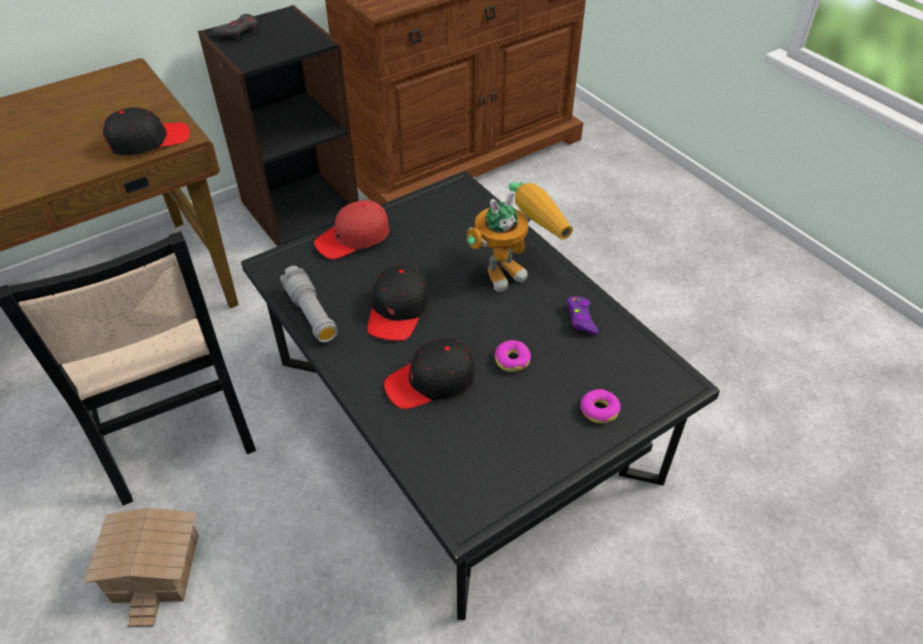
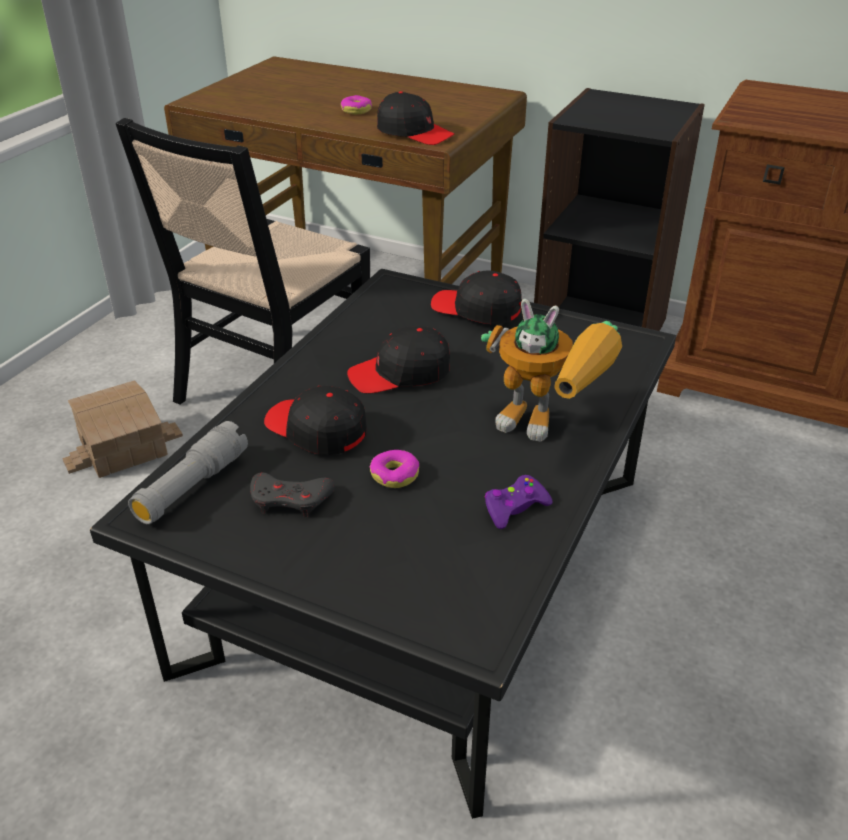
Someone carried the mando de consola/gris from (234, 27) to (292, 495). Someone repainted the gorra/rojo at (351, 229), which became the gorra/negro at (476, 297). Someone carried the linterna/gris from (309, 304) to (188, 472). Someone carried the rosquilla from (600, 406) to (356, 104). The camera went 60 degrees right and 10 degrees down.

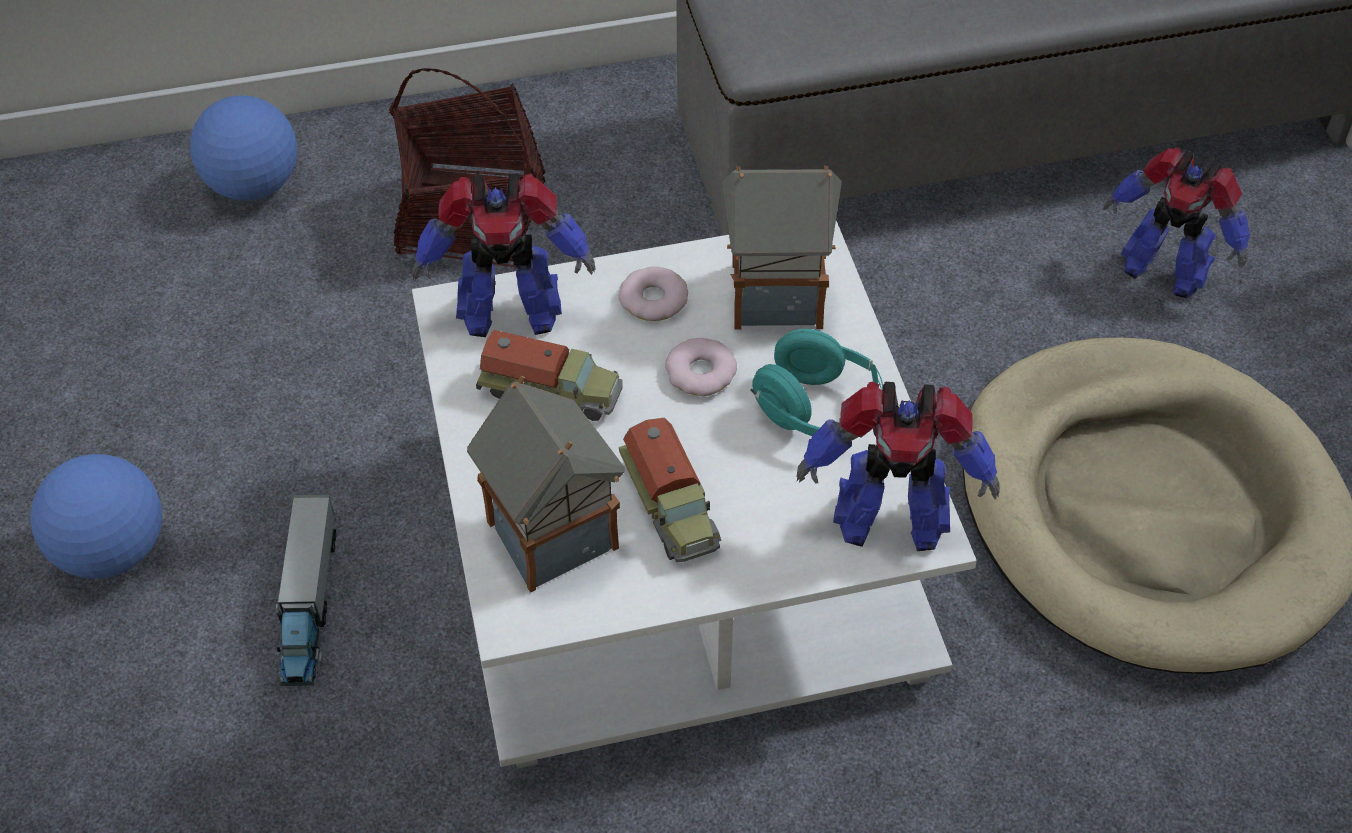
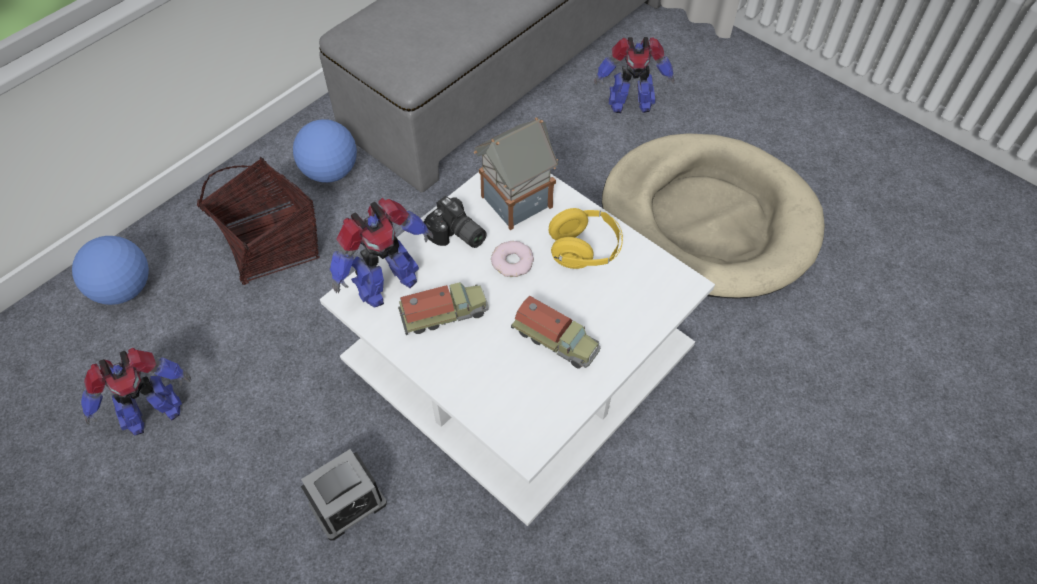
Someone swapped the rosquilla at (653, 294) for the cámara at (455, 222). Someone repainted the auriculares/turquesa at (816, 382), which became the auriculares/amarillo at (585, 238). Someone took away the casita at (546, 484). Someone carried the robot de juguete from (898, 466) to (136, 391). Someone carried the balón de fútbol from (96, 516) to (325, 151). Someone swapped the camión de juguete at (306, 590) for the despertador at (344, 495). The camera went 35 degrees left and 5 degrees up.

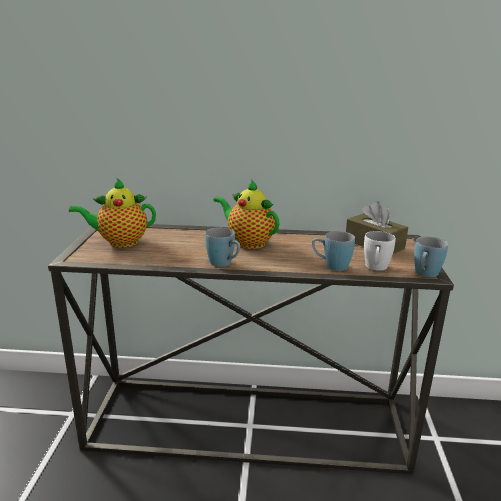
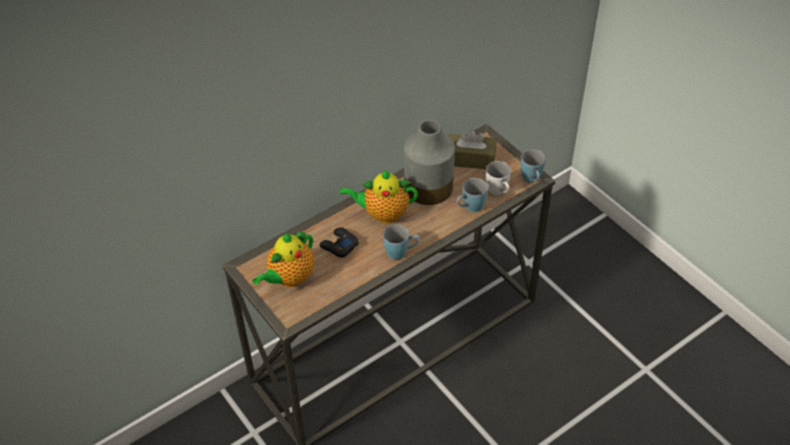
Someone put down the florero/gris at (429, 162). Someone put down the mando de consola/negro at (339, 242). The camera went 40 degrees left and 25 degrees up.

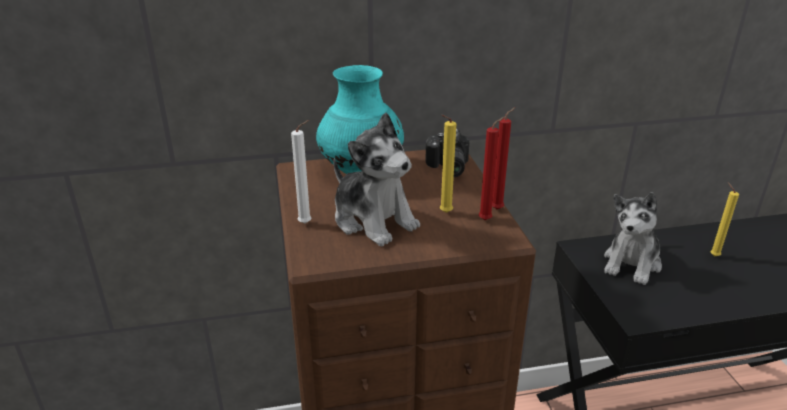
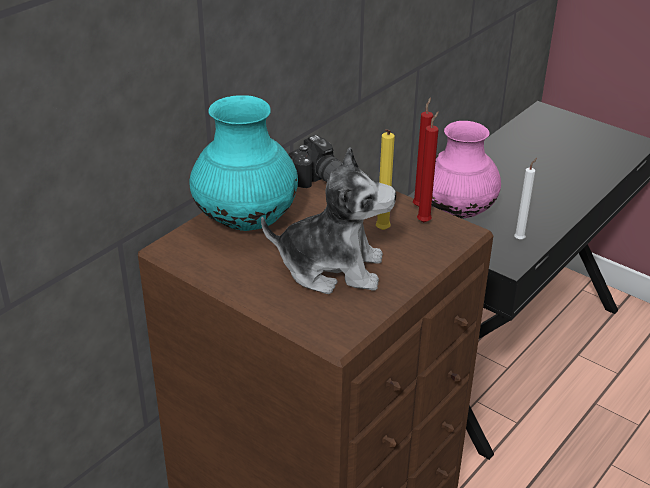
Someone carried the vela/blanco from (301, 172) to (525, 199). Someone took away the vela/amarillo at (724, 219). Someone swapped the peluche at (633, 238) for the florero/rosa at (466, 169). The camera went 40 degrees left and 5 degrees up.

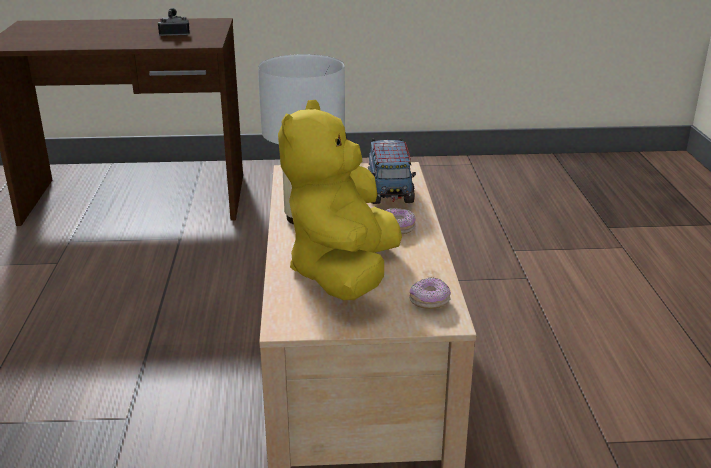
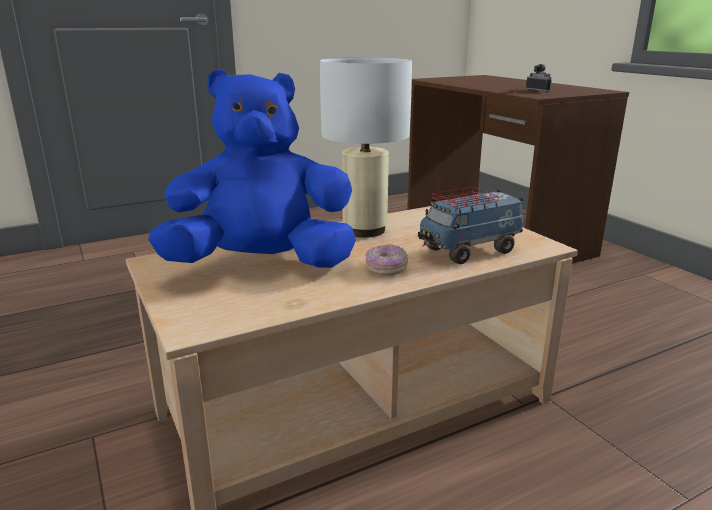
Someone repainted the peluche/amarillo at (340, 200), which became the peluche/azul at (252, 168). Someone took away the rosquilla at (430, 293). The camera went 65 degrees right and 5 degrees down.

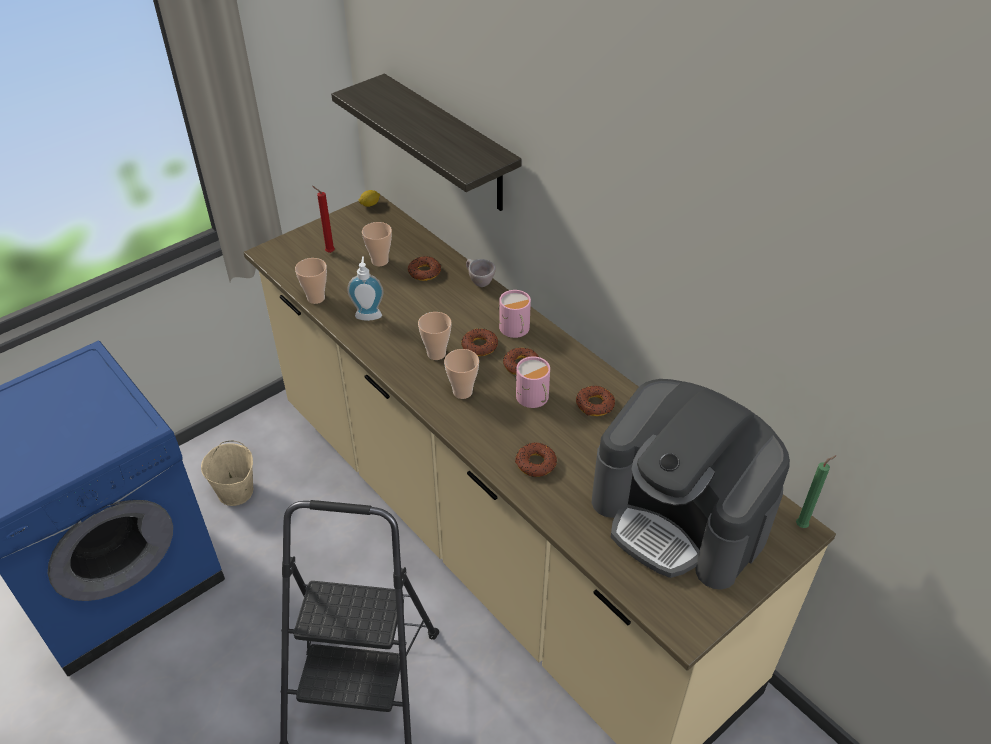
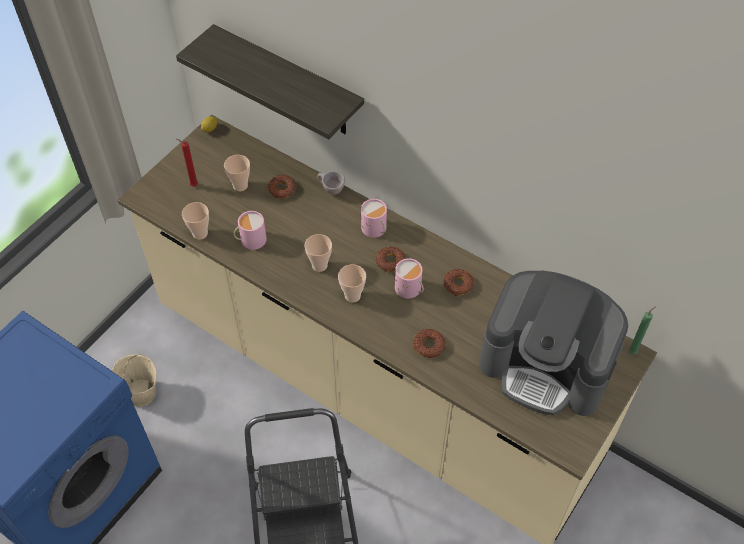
Someone swapped the dispensador de jabón at (365, 288) for the taza grande/rosa at (250, 230). Someone took away the rosquilla at (479, 342). The camera went 15 degrees left and 10 degrees up.

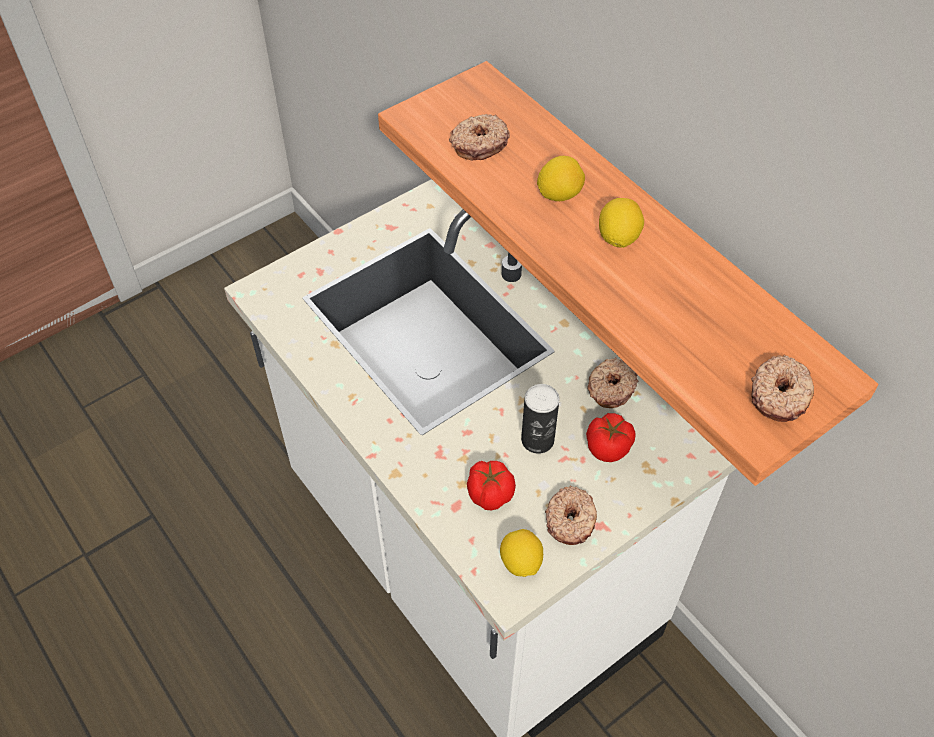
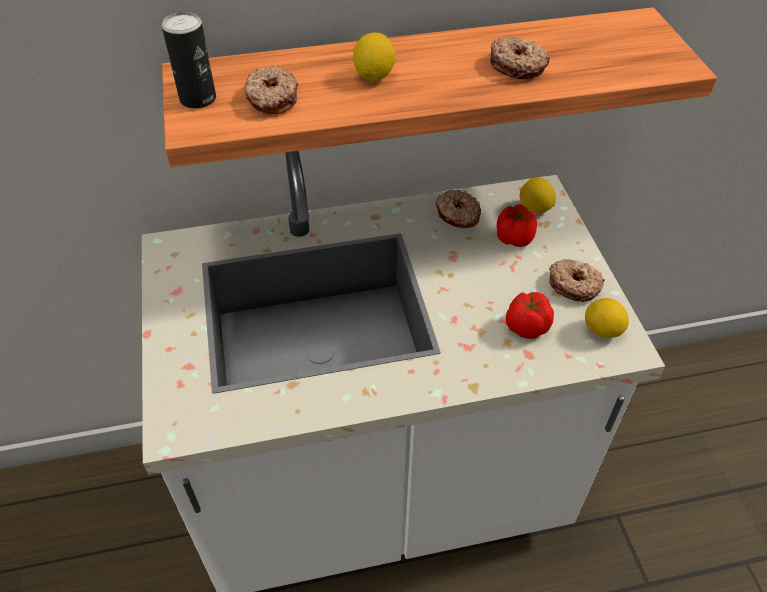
Someone carried the limón from (621, 223) to (538, 195). Someone carried the rosquilla from (782, 388) to (520, 57). Someone carried the lata from (540, 419) to (189, 60). The camera went 65 degrees left and 5 degrees down.

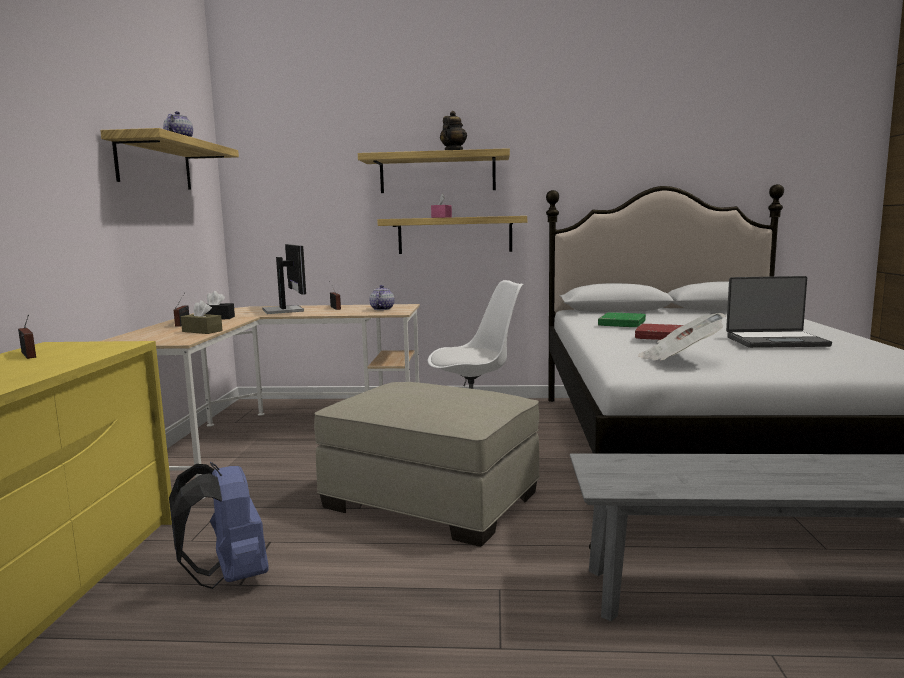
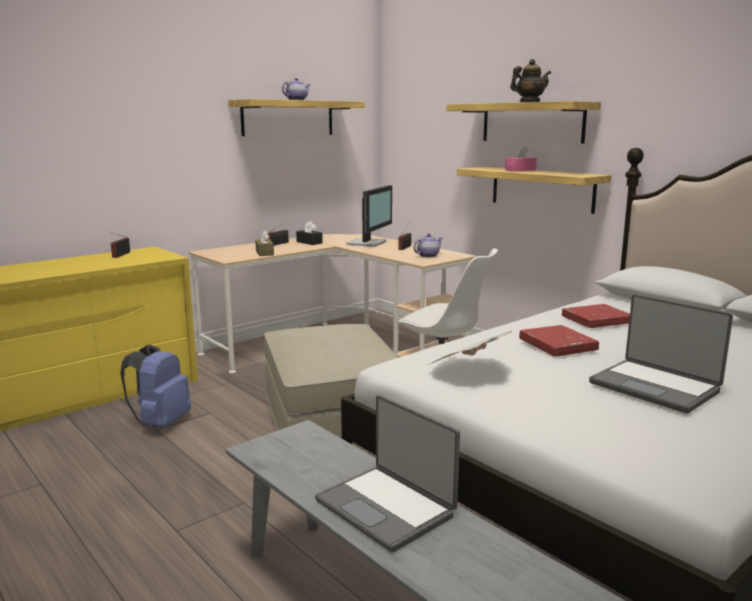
Someone repainted the libro/verde at (622, 319), which became the libro/rojo at (596, 316). Someone put down the portátil at (387, 474). The camera went 45 degrees right and 5 degrees up.

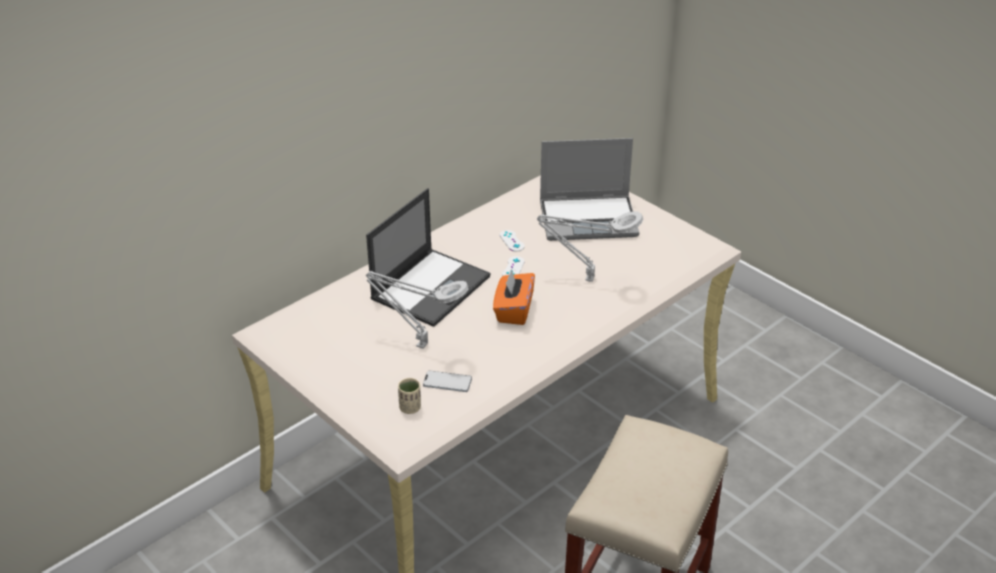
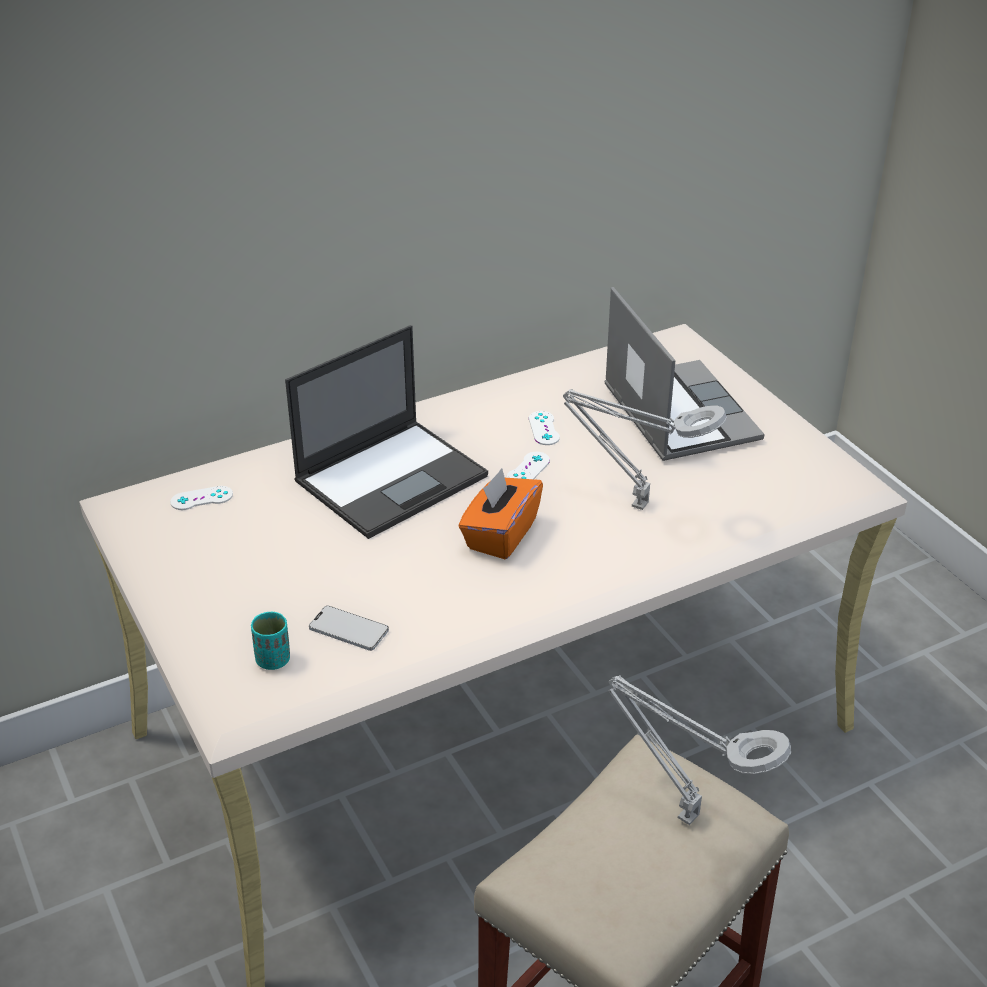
Someone rotated the portátil at (589, 189) by 120 degrees counterclockwise. Someone carried the lámpara de mesa/gris from (417, 310) to (700, 750). Someone repainted the taza/beis at (409, 396), which became the taza/turquesa at (270, 641). Someone put down the mando de consola/blanco at (201, 498). The camera went 15 degrees right and 0 degrees up.

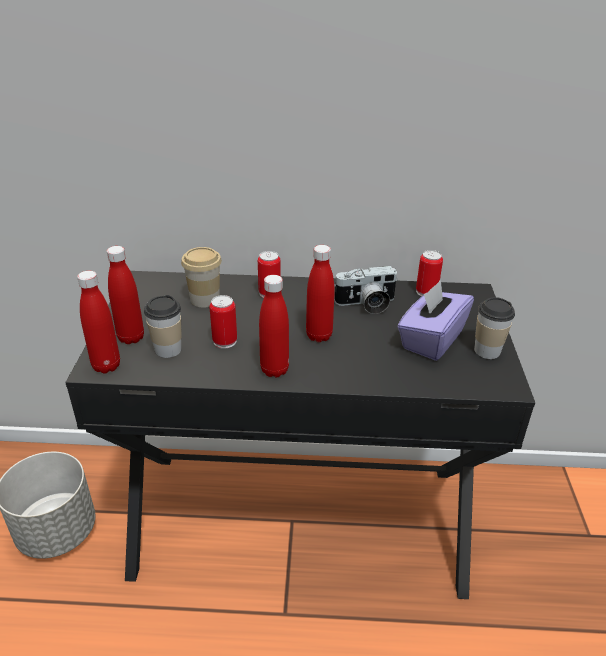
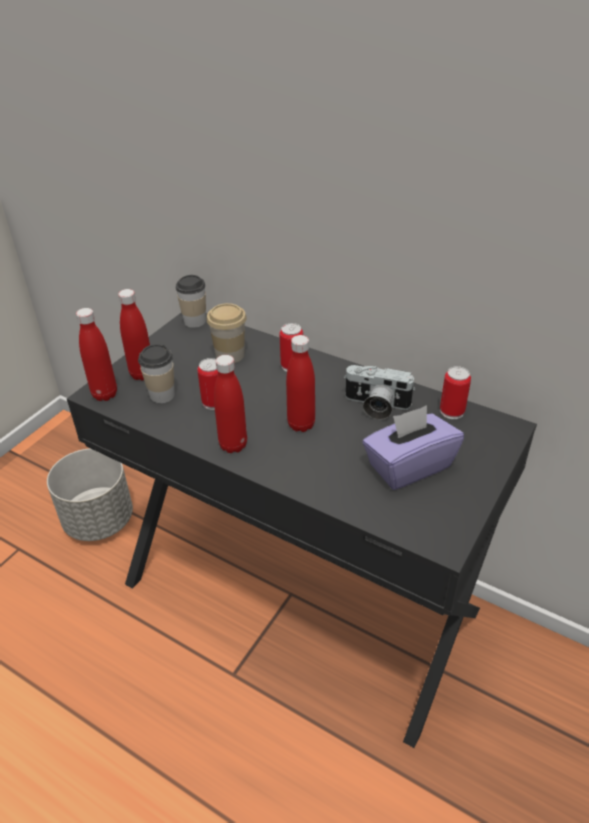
Someone carried the taza from (494, 328) to (190, 301). The camera went 30 degrees right and 5 degrees up.

